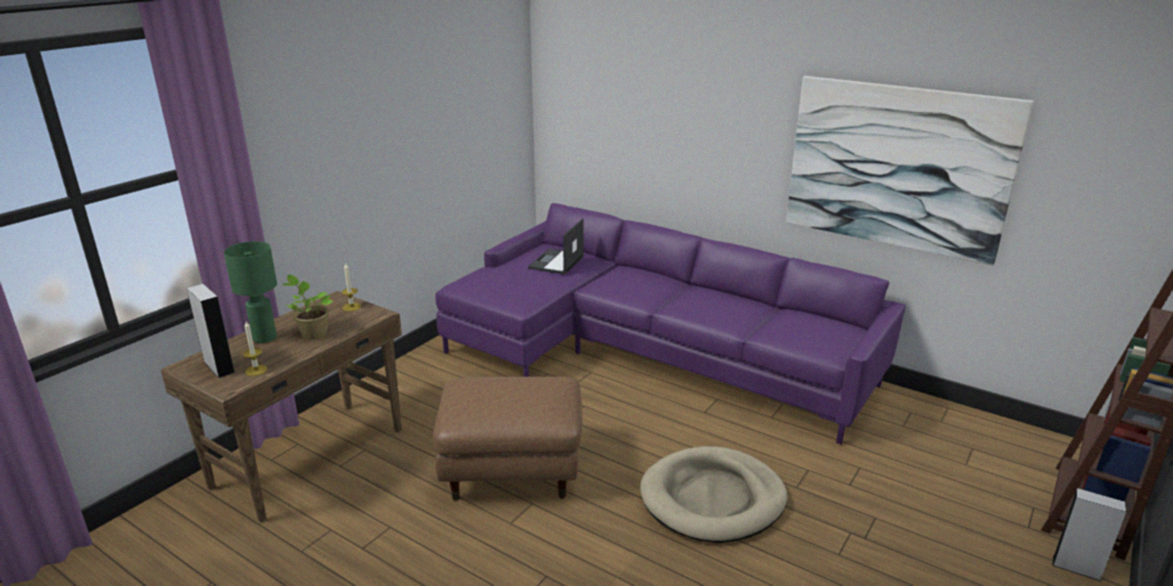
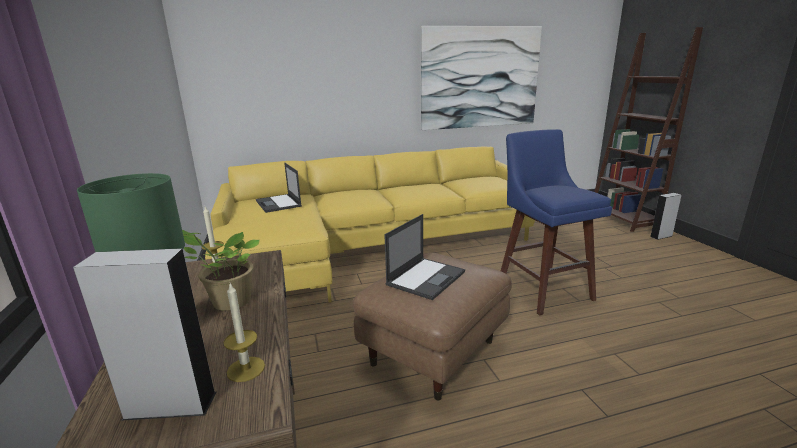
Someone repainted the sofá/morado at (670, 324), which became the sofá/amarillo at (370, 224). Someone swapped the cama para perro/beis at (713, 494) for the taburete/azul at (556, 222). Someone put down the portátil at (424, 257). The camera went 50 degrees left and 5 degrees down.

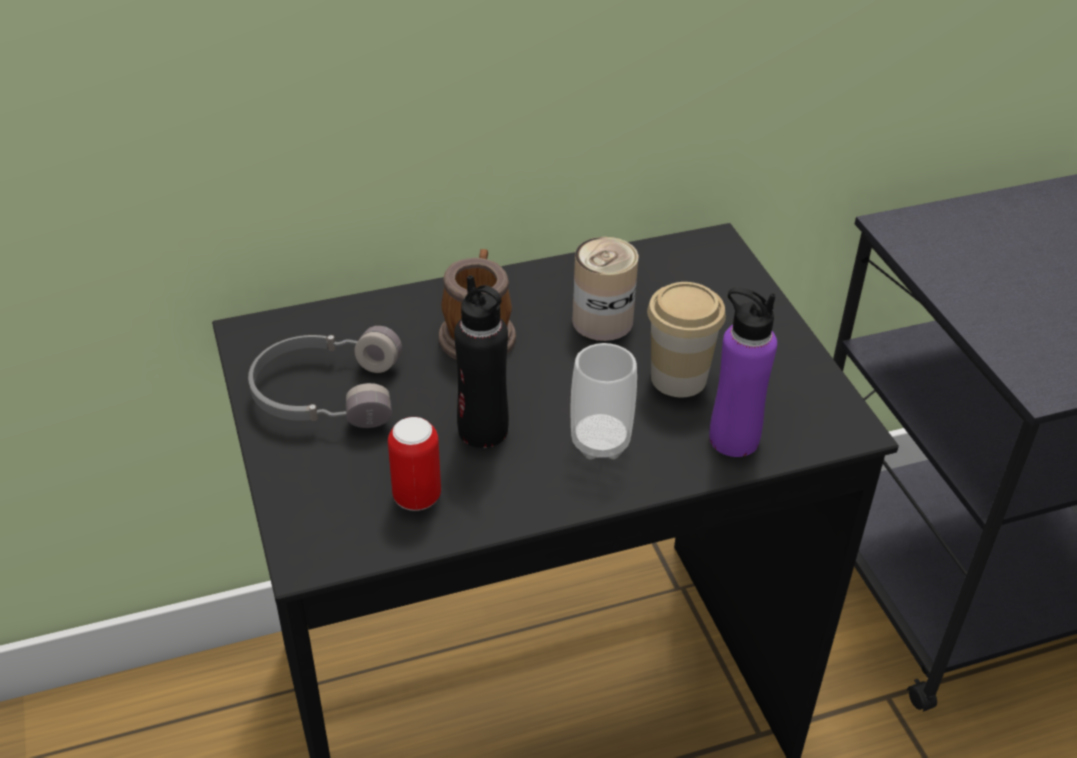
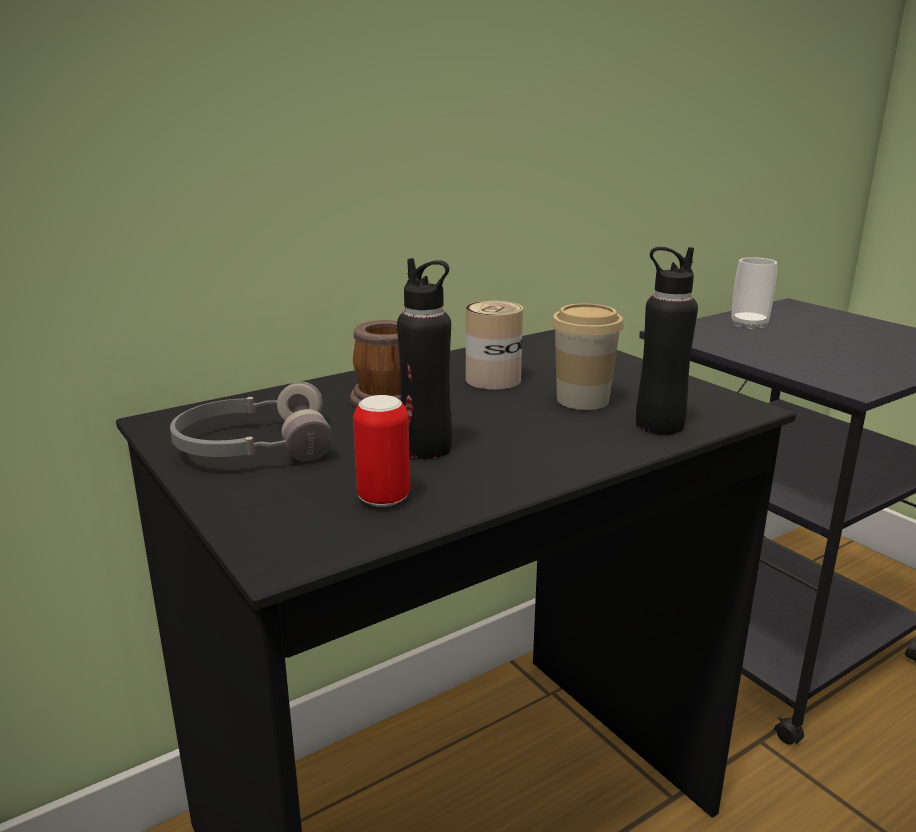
Someone repainted the botella/morado at (743, 372), which became the botella/negro at (667, 341). Someone carried the taza from (604, 401) to (754, 293). The camera went 15 degrees left and 20 degrees down.

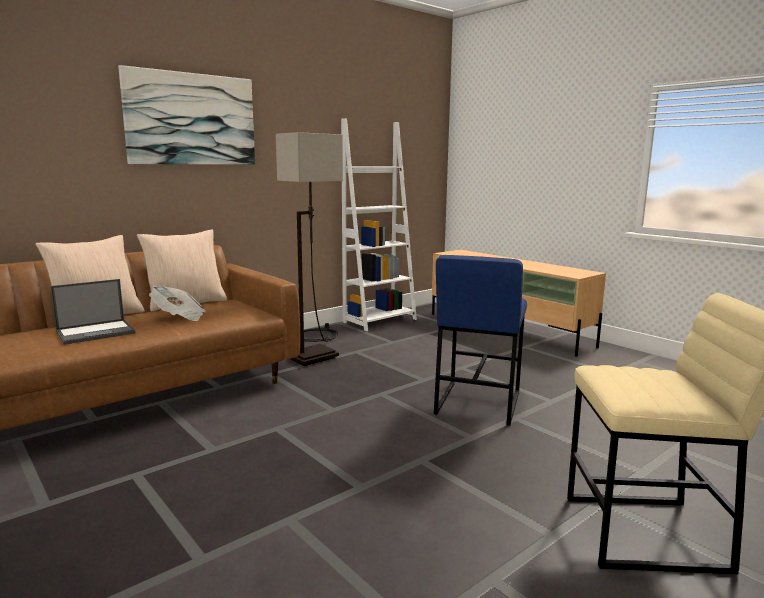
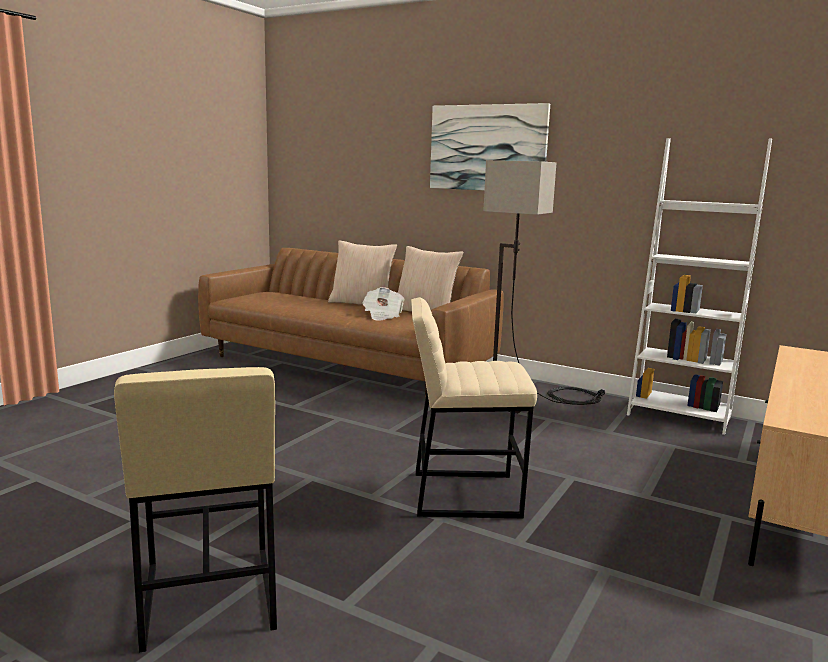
Someone repainted the taburete/azul at (480, 340), which became the taburete/beis at (474, 407). Someone took away the portátil at (92, 312). The camera went 70 degrees right and 0 degrees up.

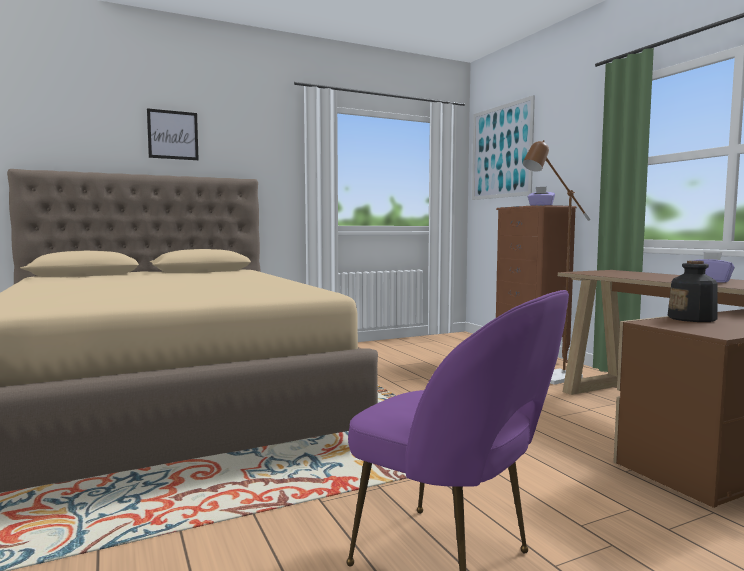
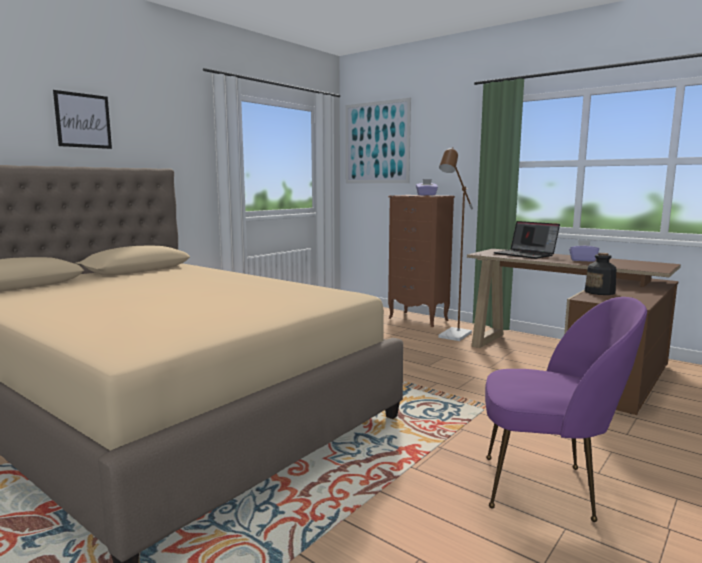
Someone put down the portátil at (527, 240). The camera went 25 degrees left and 5 degrees up.

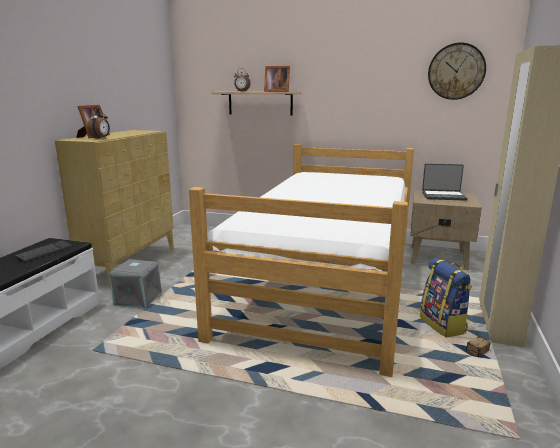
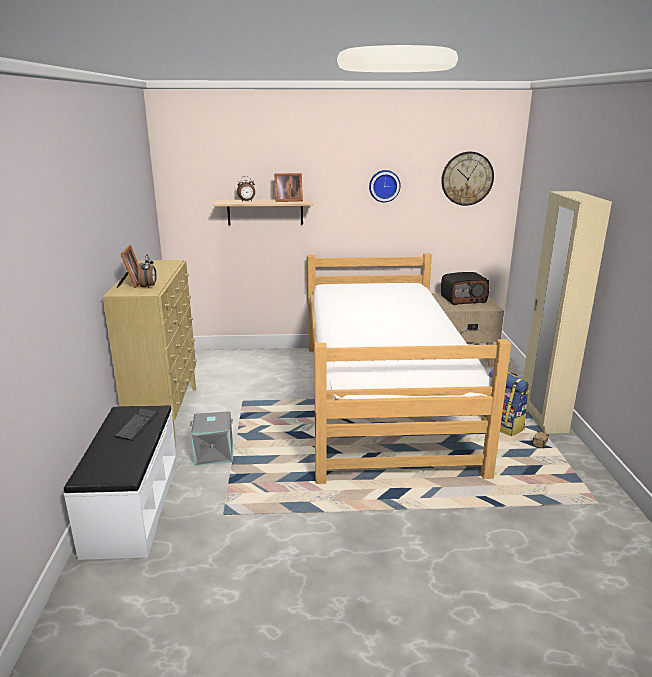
Someone swapped the portátil at (444, 182) for the radio at (465, 288). Someone put up the reloj de pared at (385, 186). The camera went 20 degrees left and 5 degrees up.

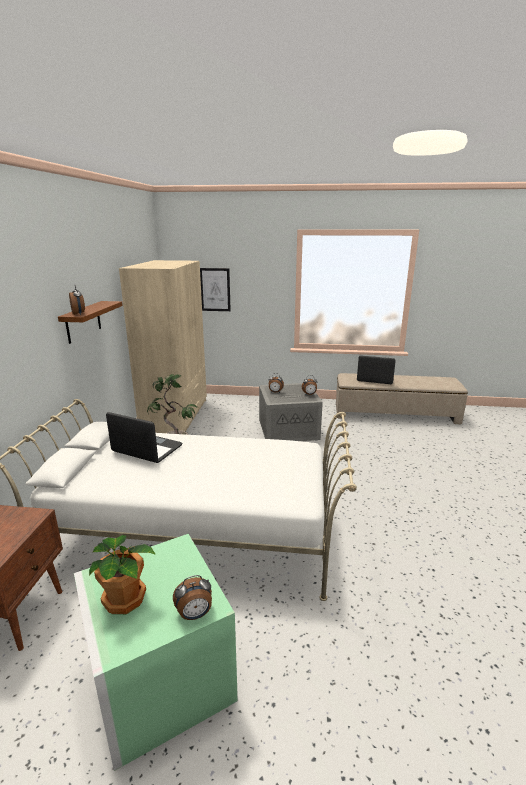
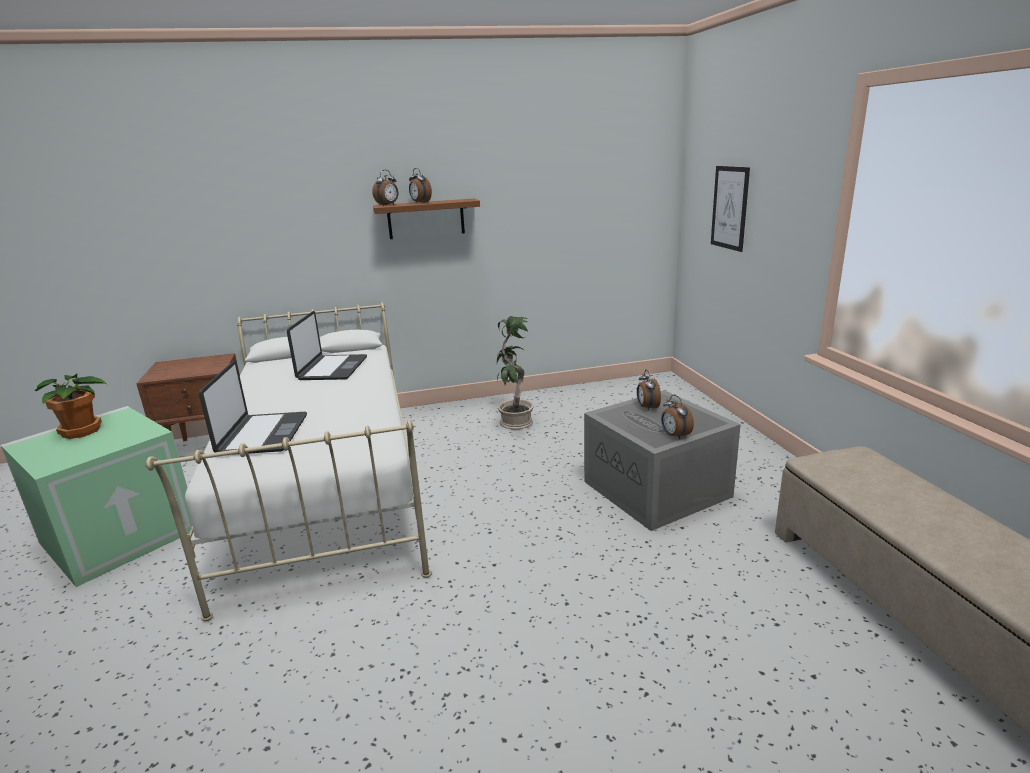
Someone took away the armario ropero/beis at (163, 346). Someone carried the portátil from (376, 369) to (253, 408). Someone carried the despertador from (192, 597) to (420, 186). The camera went 70 degrees right and 0 degrees up.

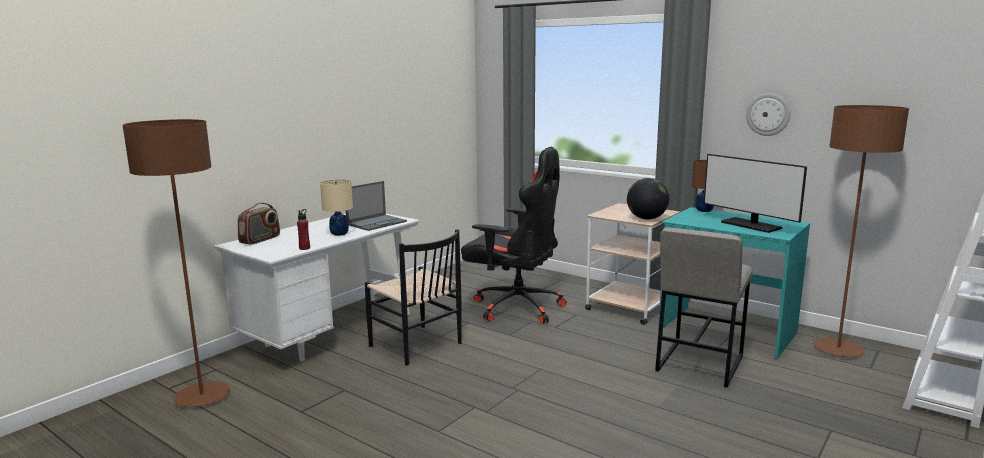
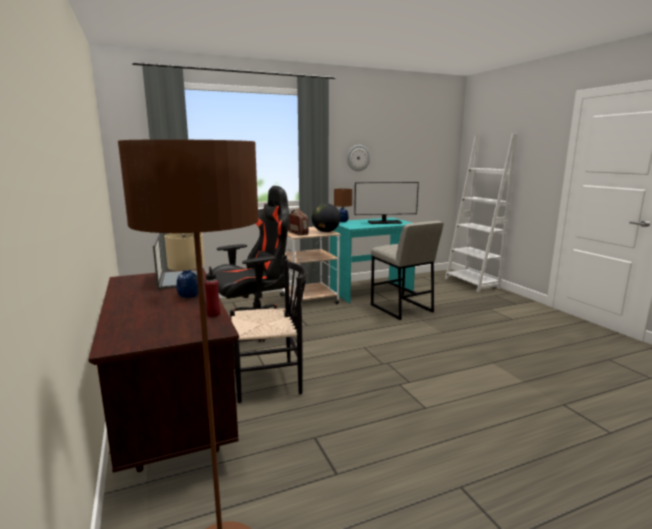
Someone took away the lámpara de pie/marrón at (861, 231). Someone carried the radio from (259, 223) to (298, 222). Someone repainted the escritorio/blanco at (317, 287), which became the escritorio/marrón at (163, 370). The camera went 60 degrees left and 0 degrees up.

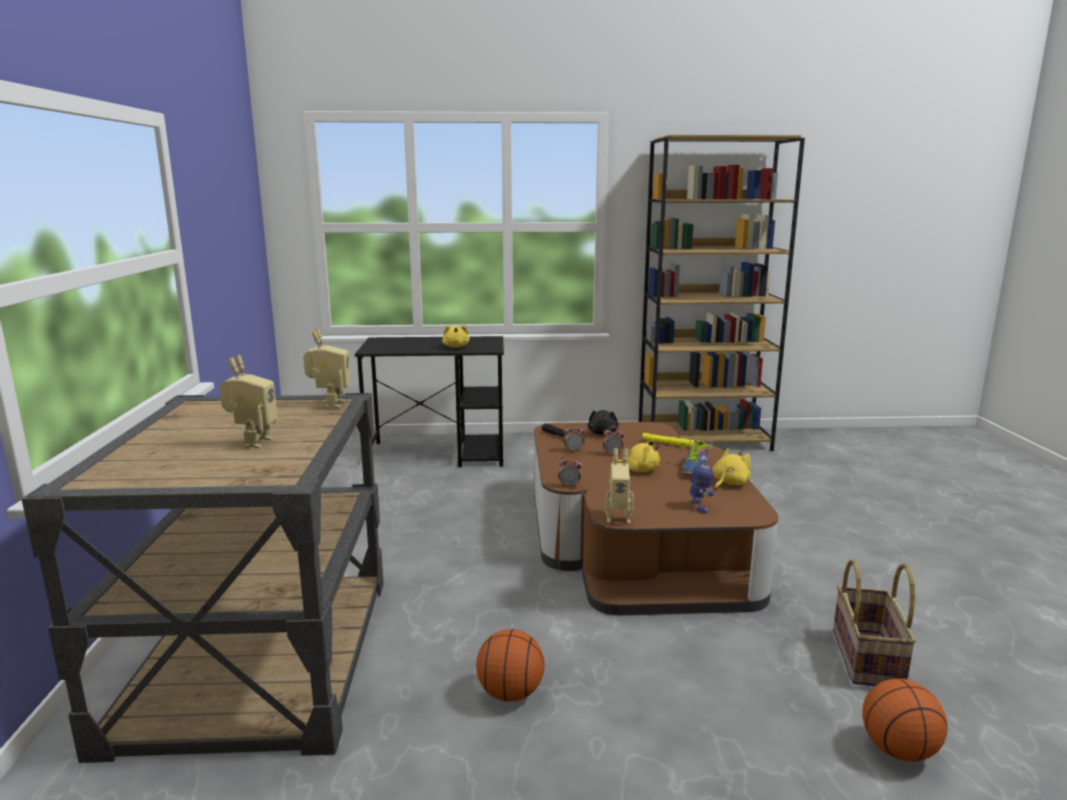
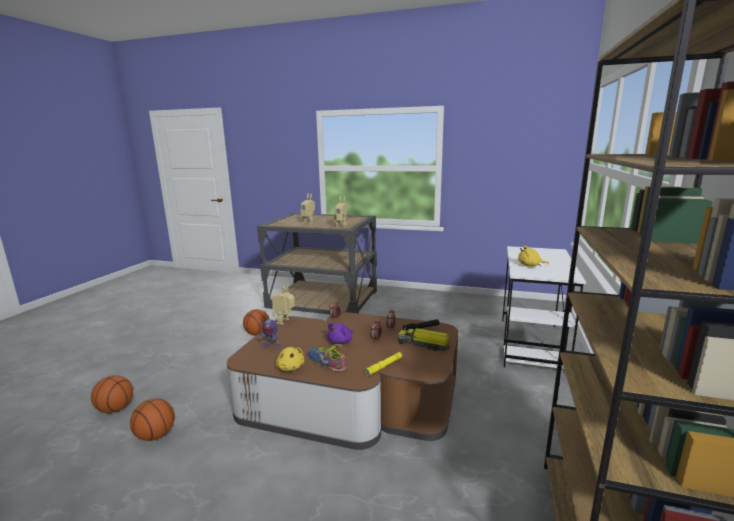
Someone repainted the escritorio/negro at (429, 401), which became the escritorio/blanco at (544, 307). Someone swapped the peluche/negro at (603, 422) for the camión de juguete at (424, 339). Someone repainted the peluche/amarillo at (636, 456), which became the peluche/morado at (340, 333). Someone swapped the cesta at (874, 622) for the balón de baloncesto at (152, 419). The camera went 110 degrees right and 0 degrees up.

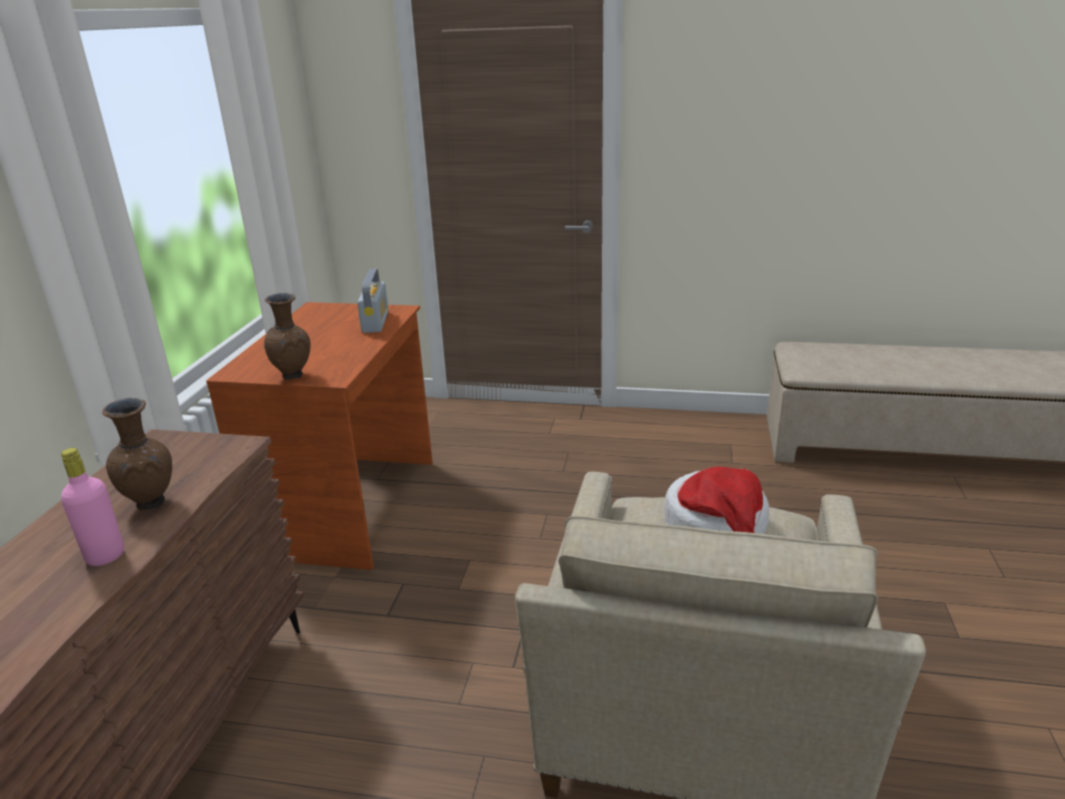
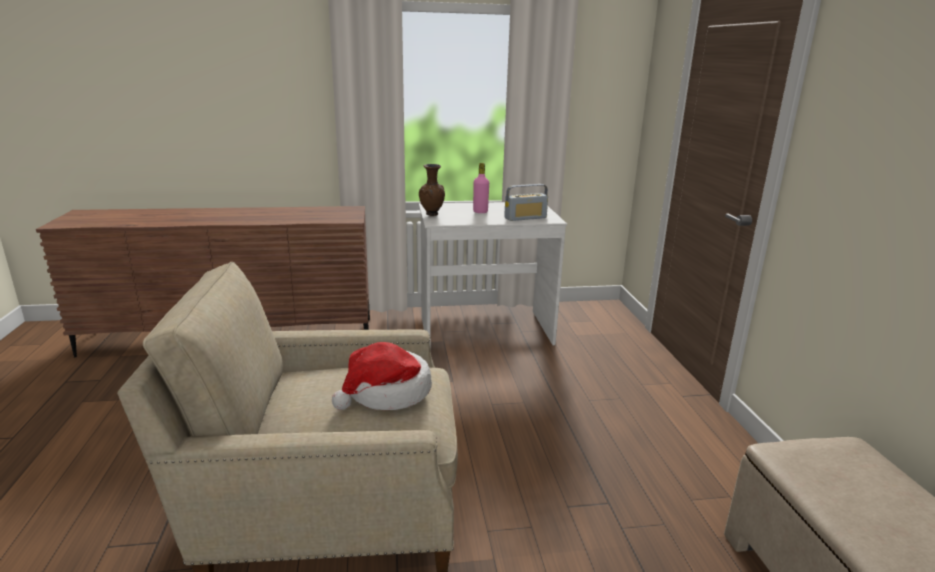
Someone repainted the escritorio/marrón at (319, 436), which became the escritorio/blanco at (493, 276). Someone took away the florero/marrón at (137, 454). Someone carried the botella/rosa from (92, 507) to (481, 188). The camera went 70 degrees right and 5 degrees down.

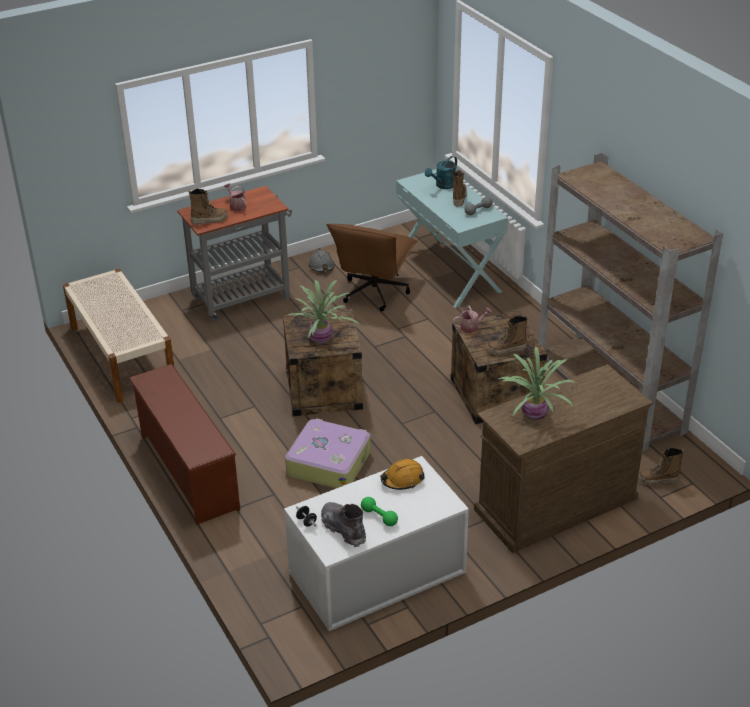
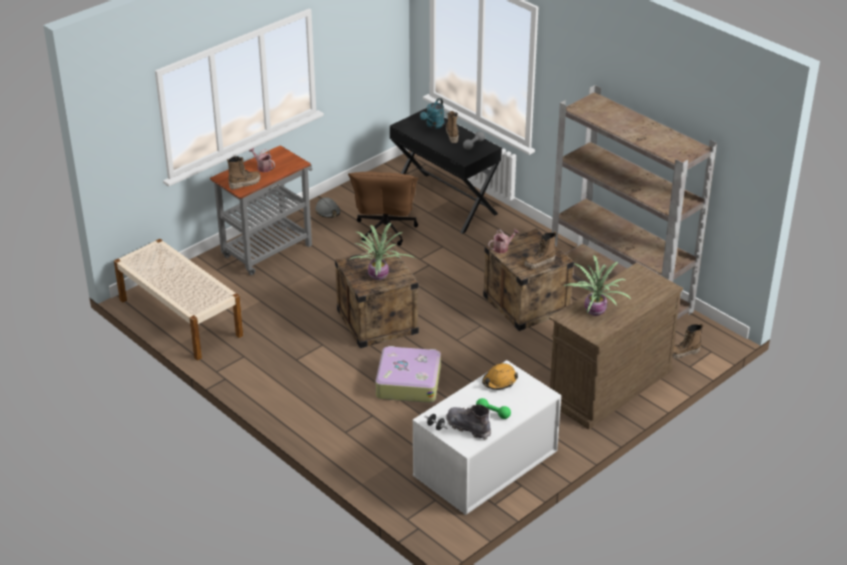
Someone repainted the escritorio/turquesa at (452, 238), which became the escritorio/negro at (446, 171). Someone took away the zapatero/marrón at (184, 444). The camera went 15 degrees left and 0 degrees up.

